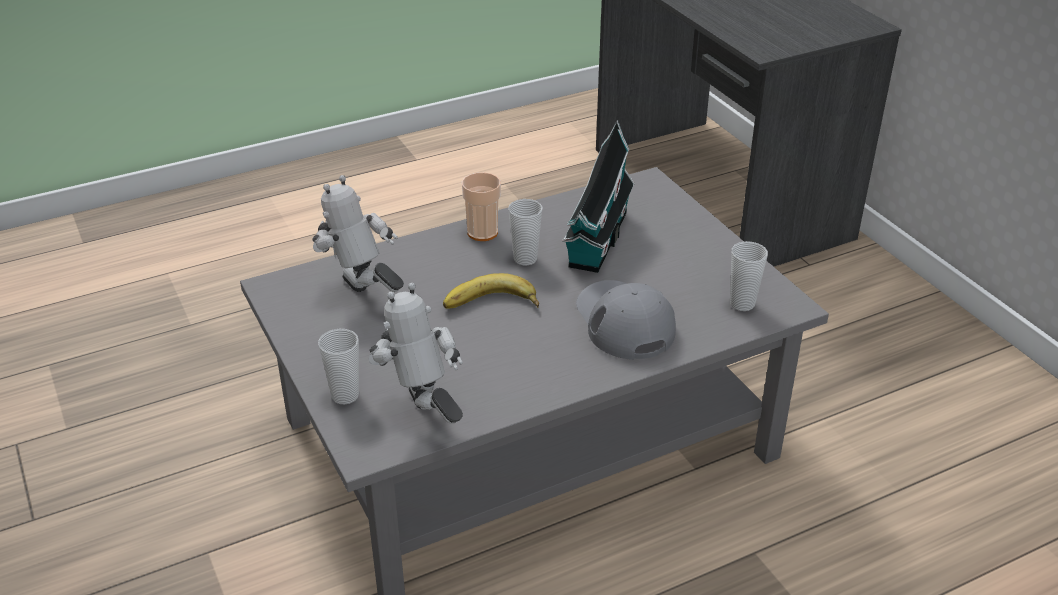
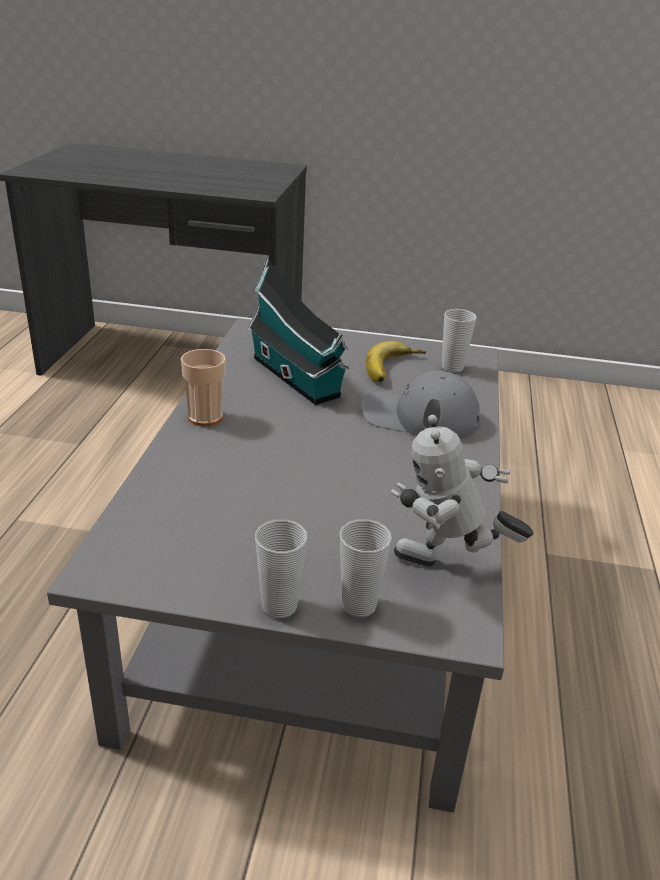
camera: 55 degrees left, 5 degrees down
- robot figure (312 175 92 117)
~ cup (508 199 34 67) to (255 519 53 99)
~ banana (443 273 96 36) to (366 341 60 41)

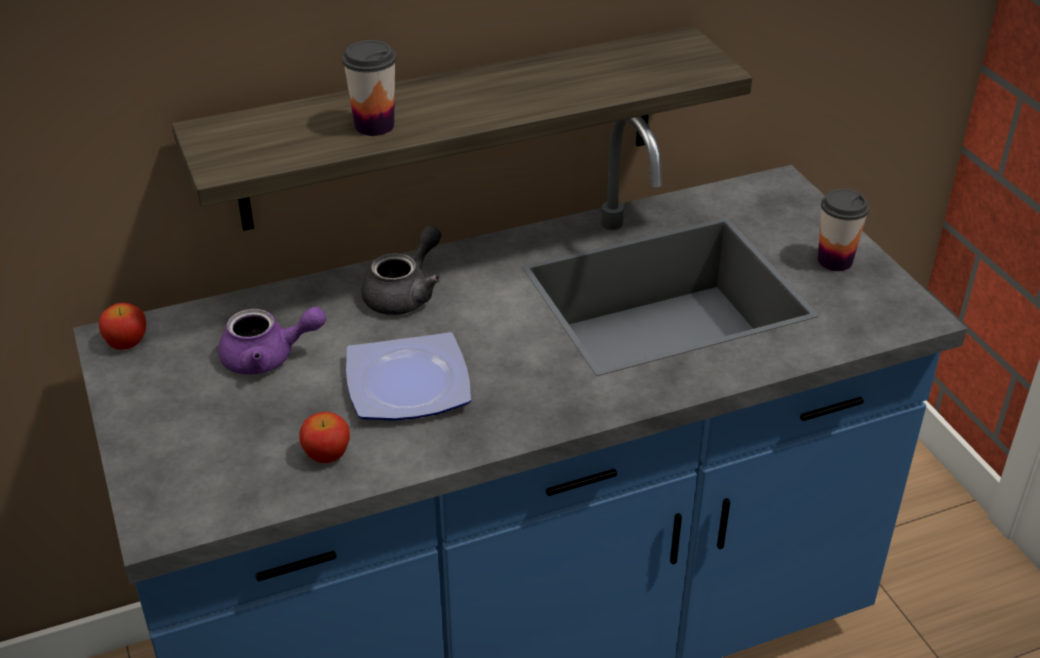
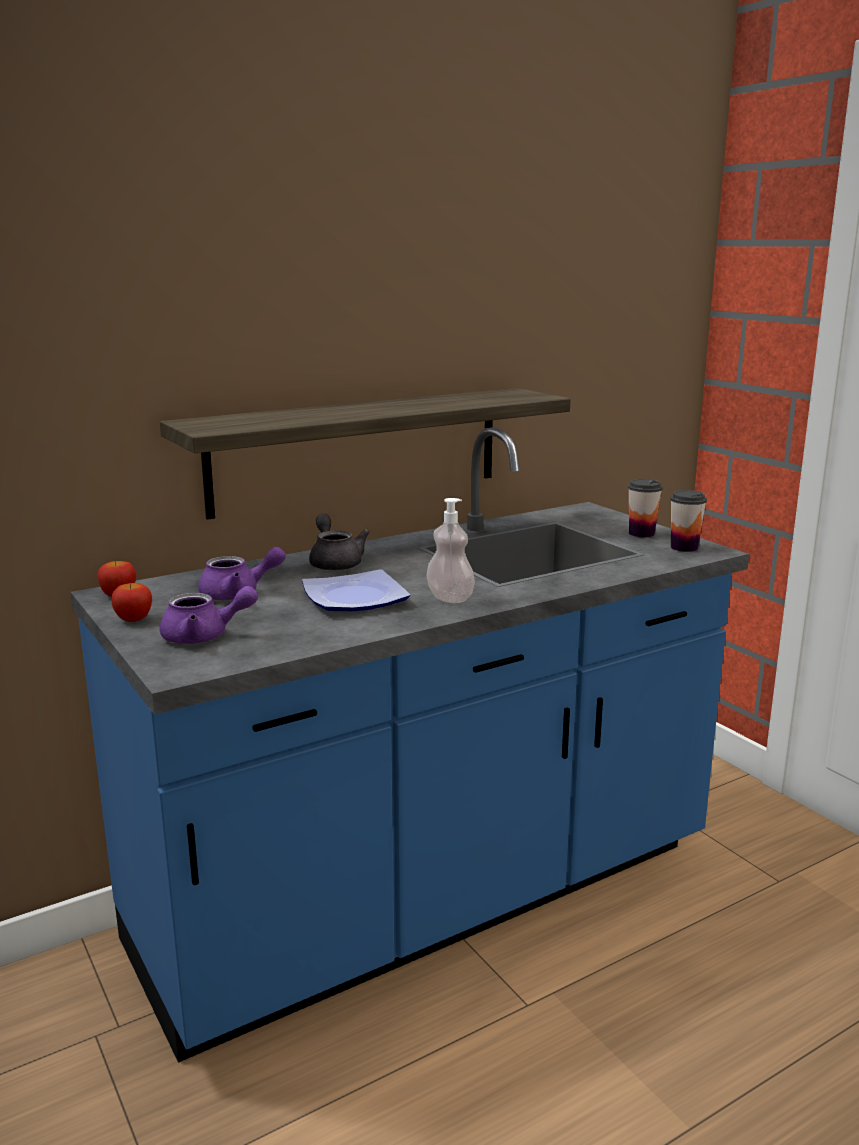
camera: 10 degrees left, 20 degrees down
~ cup (342 40 54 96) to (670 490 37 62)
~ teapot in greyish (362 225 79 90) = (309 513 61 58) 45 degrees counterclockwise
~ whole apple (299 412 51 51) to (111 583 41 39)
+ soap bottle (426 498 49 105)
+ teapot in purplish (160 586 98 58)

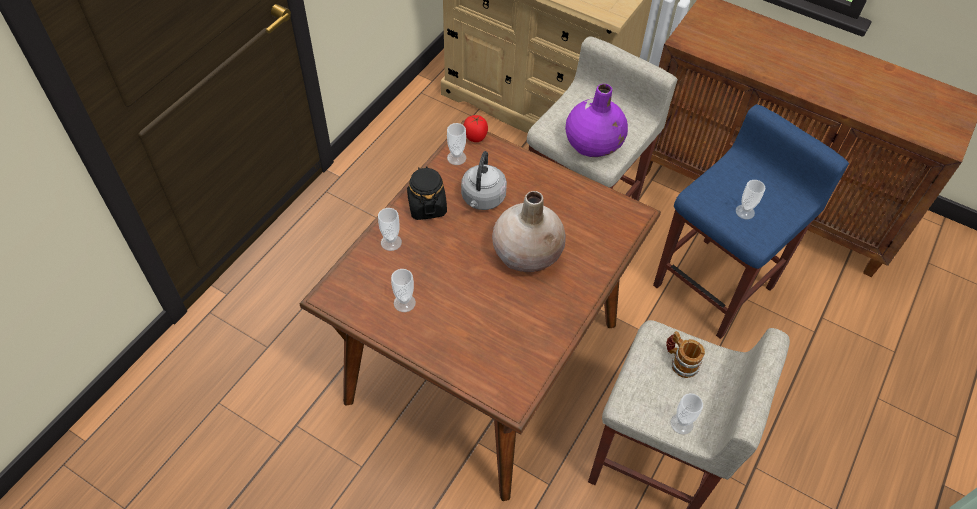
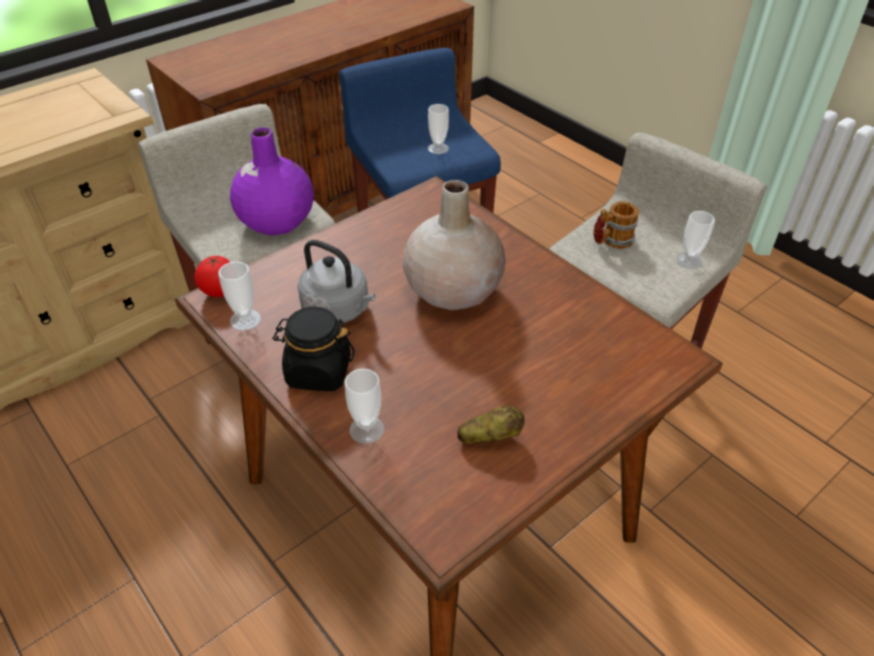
camera: 70 degrees left, 10 degrees down
~ cup (391 269 25 43) to potato (457 406 68 38)

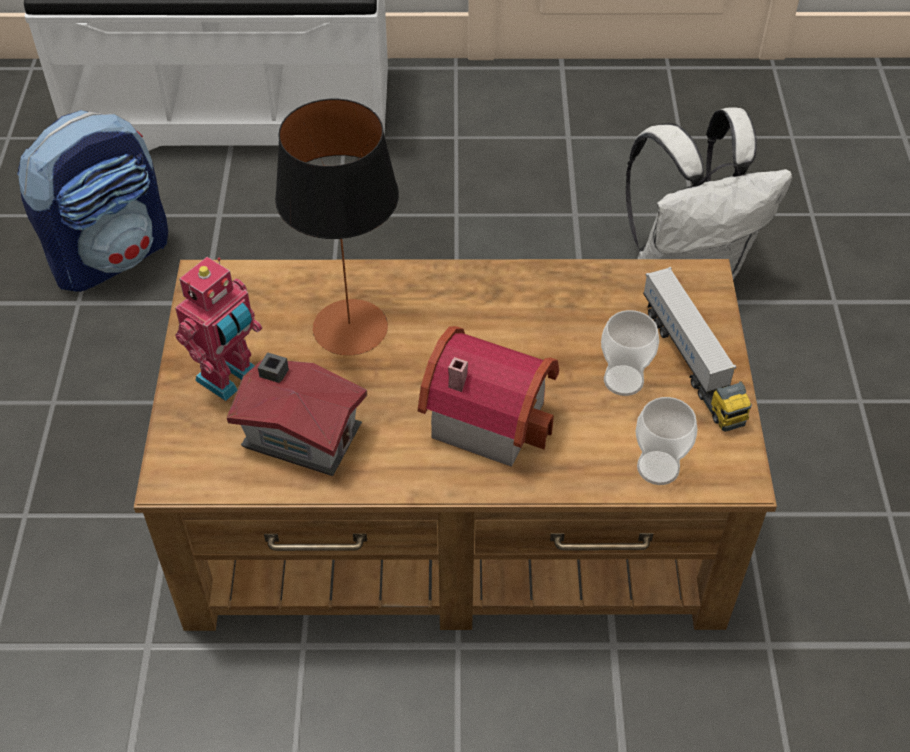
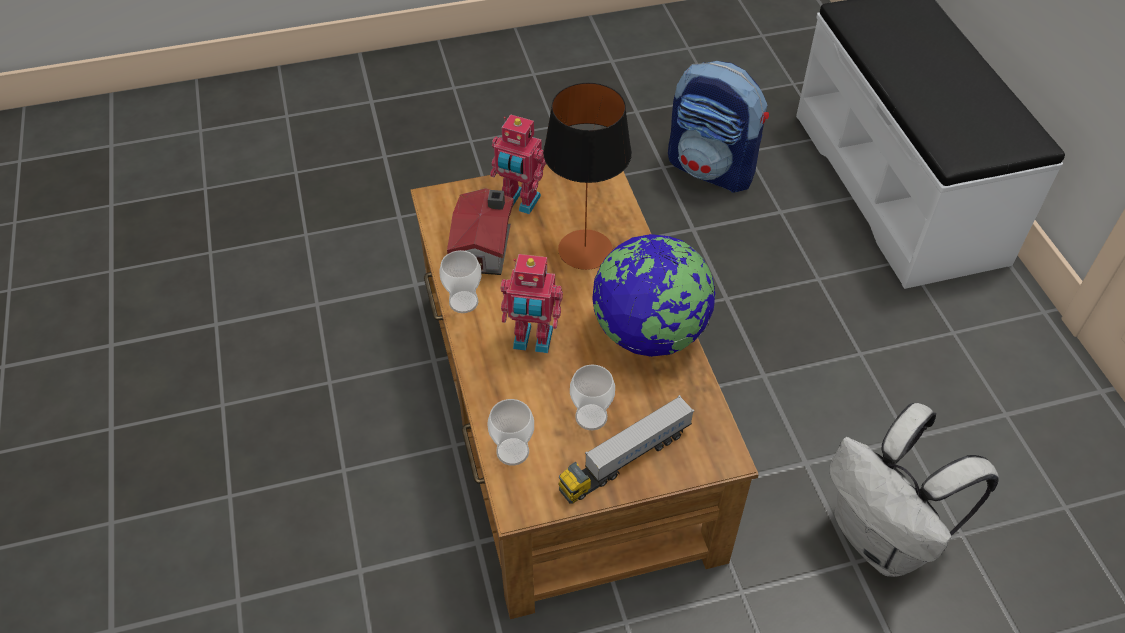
camera: 75 degrees right, 0 degrees up
~ miniature house (418 326 141 141) to robot figure (501 254 62 99)
+ world globe (592 234 123 123)
+ cup (439 250 42 63)

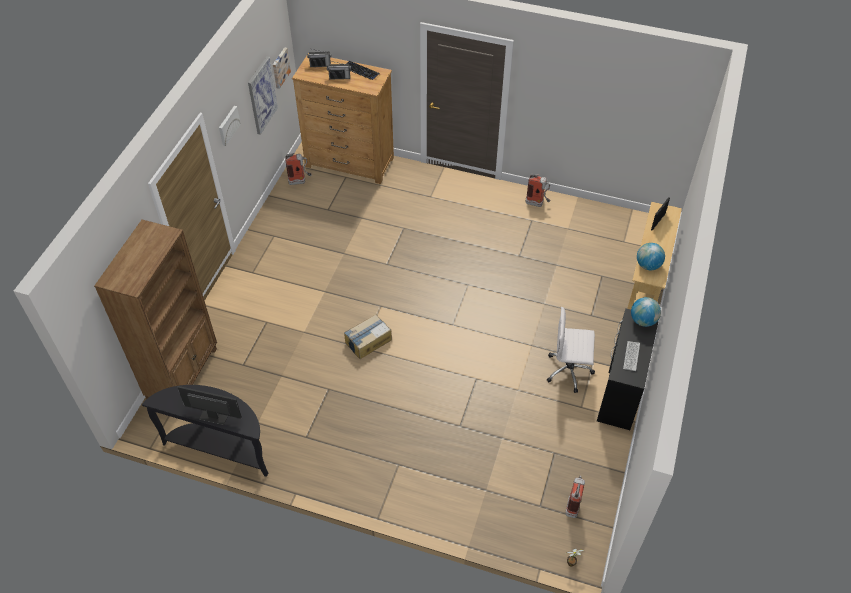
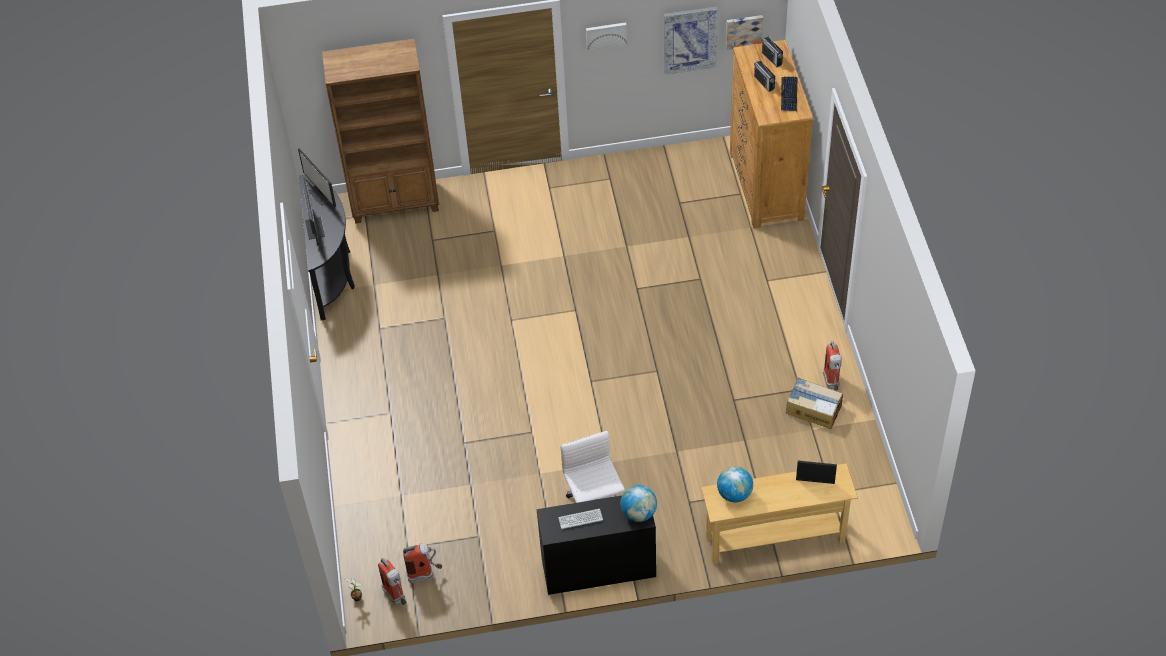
camera: 65 degrees right, 0 degrees up
~ fire-fighting cylinder (285 153 27 32) to (378 558 29 47)
~ carton (344 314 48 45) to (786 378 57 51)
+ computer display (298 148 38 59)

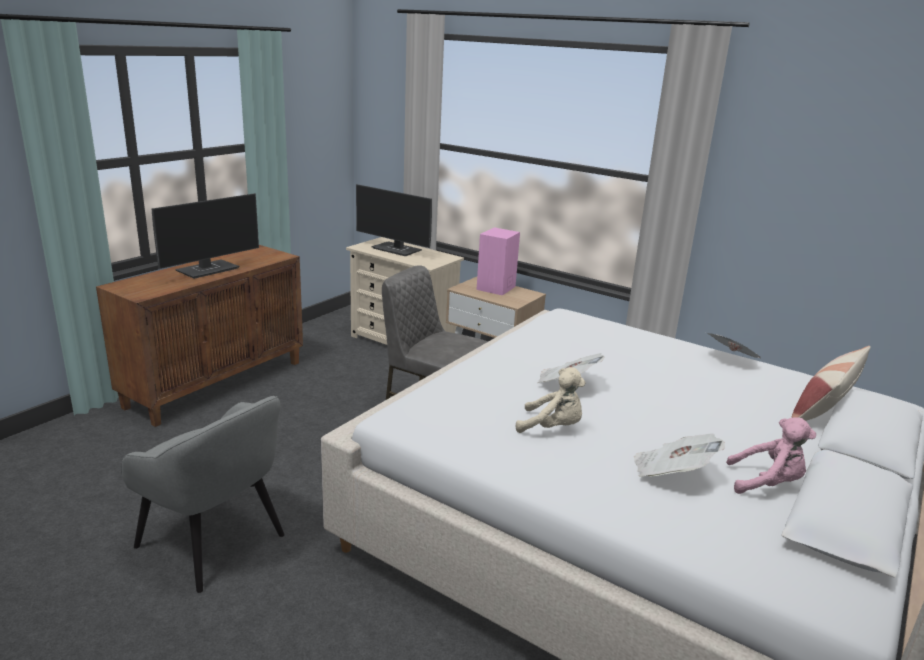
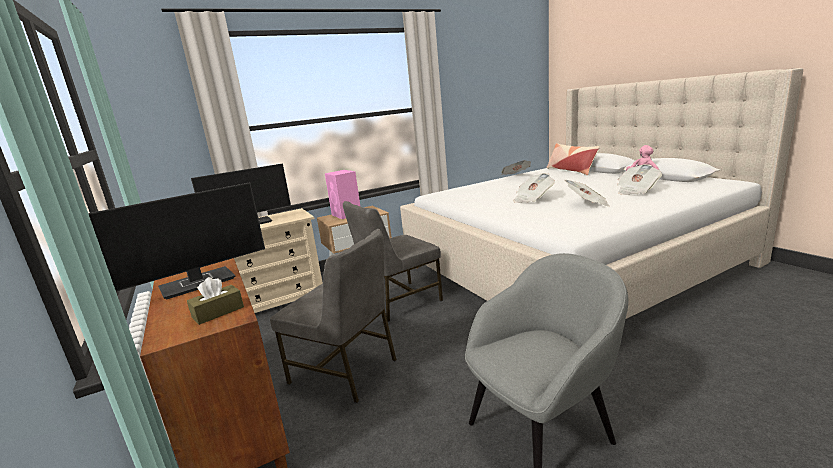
camera: 60 degrees left, 5 degrees down
~ computer display (152 193 107 86) = (88 182 177 118) 75 degrees clockwise
~ cuddly toy in beige (516 367 70 66) to newspaper (564 180 46 27)
+ chair in greyish (270 229 127 174)
+ tissue holder in brownish (187 277 57 48)

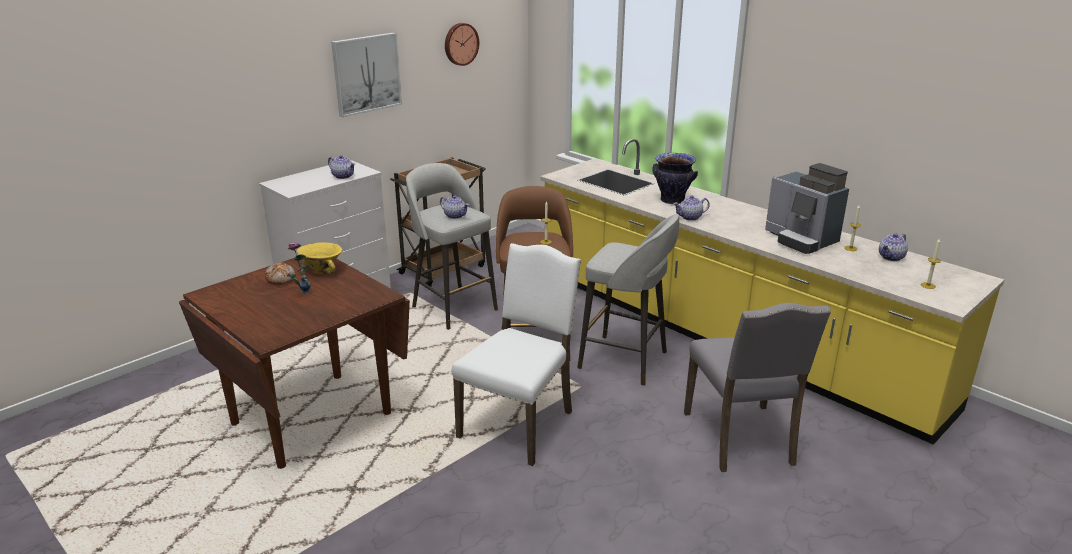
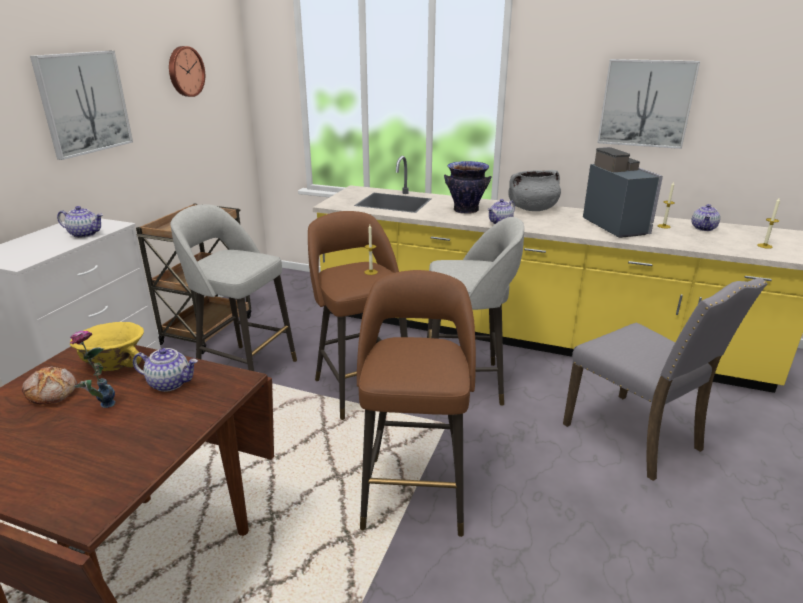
camera: 25 degrees left, 0 degrees up
~ coffee brewer (765 163 84 91) = (583 147 80 91) 135 degrees counterclockwise
~ teapot (440 195 29 24) to (133 348 65 44)
~ chair in whitish (452 243 129 223) to sitting stool in brownish (357 270 119 267)
+ picture (597 59 103 90)
+ saucepot in greyish (508 170 53 41)

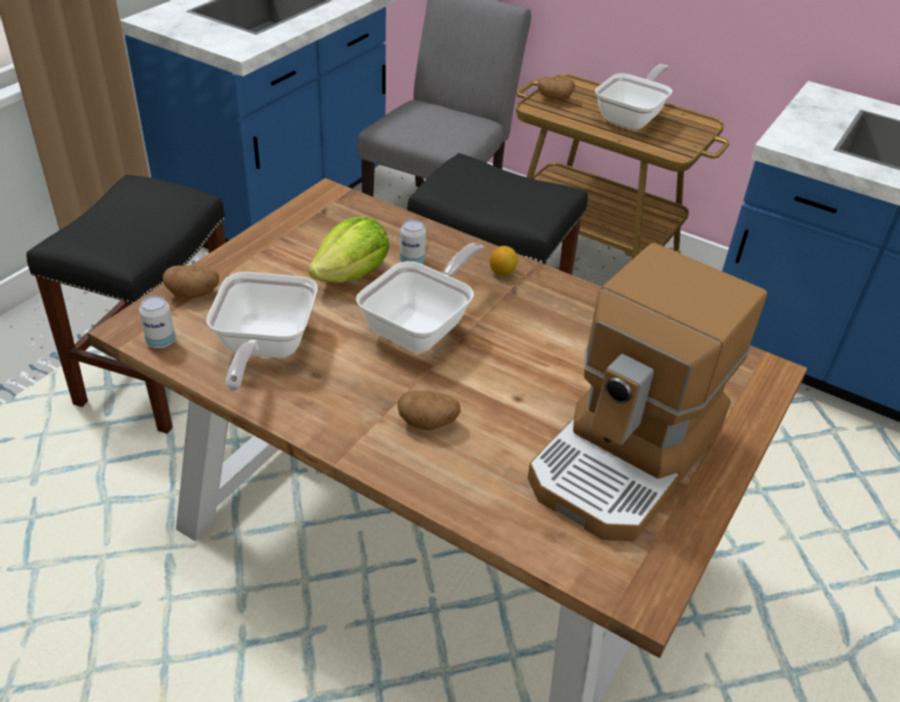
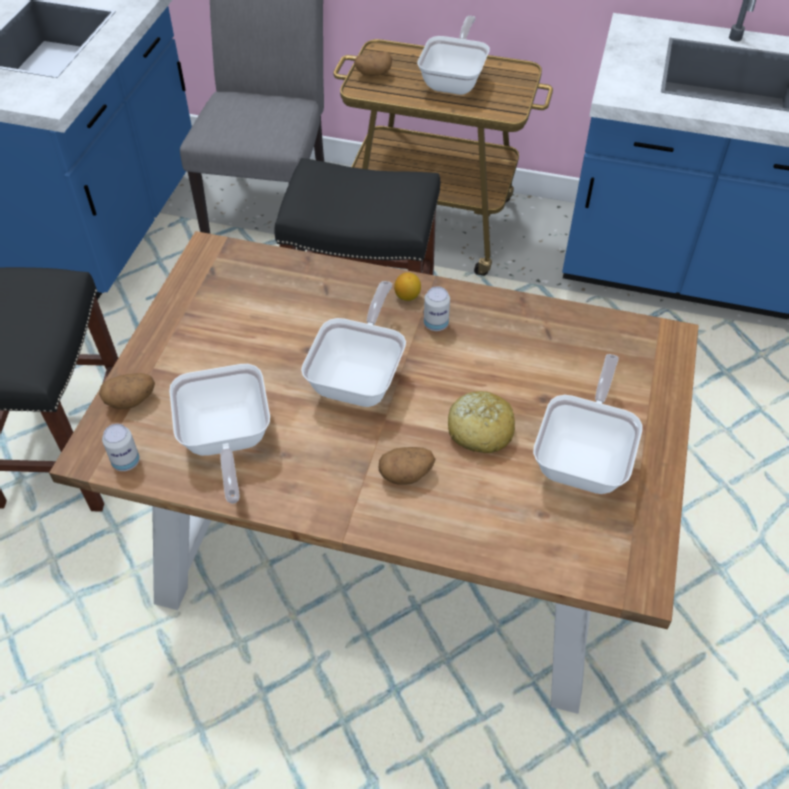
camera: 15 degrees left, 10 degrees up
- lettuce (308 216 81 67)
~ metal can (400 219 26 45) to (424 286 26 45)
~ coffee brewer (528 243 239 298) to skillet (533 354 109 140)
+ bakery bread (448 391 67 62)

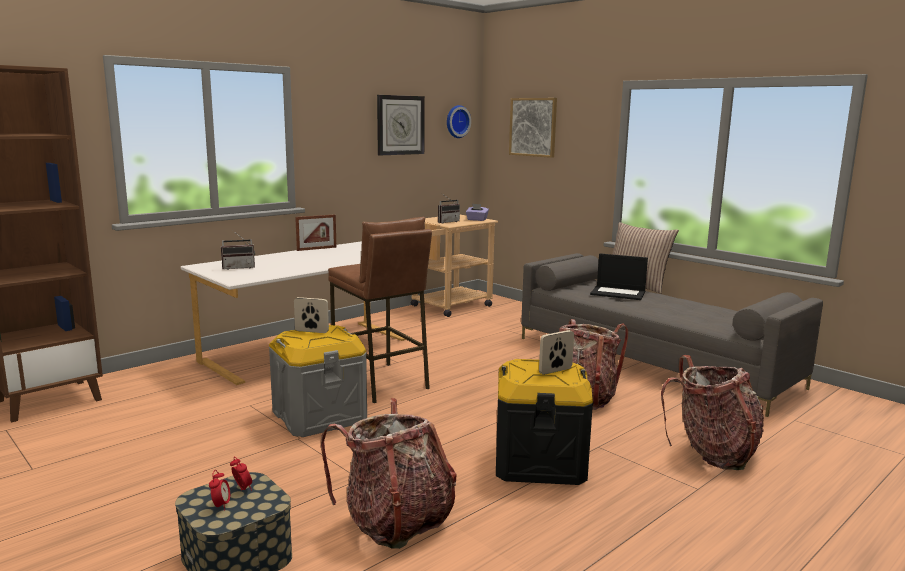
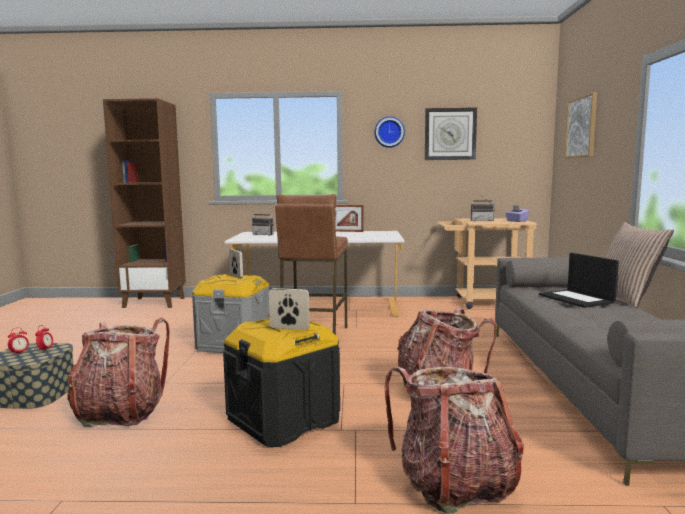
camera: 45 degrees right, 5 degrees down
~ wall clock (447 105 24 33) to (374 116 31 32)

